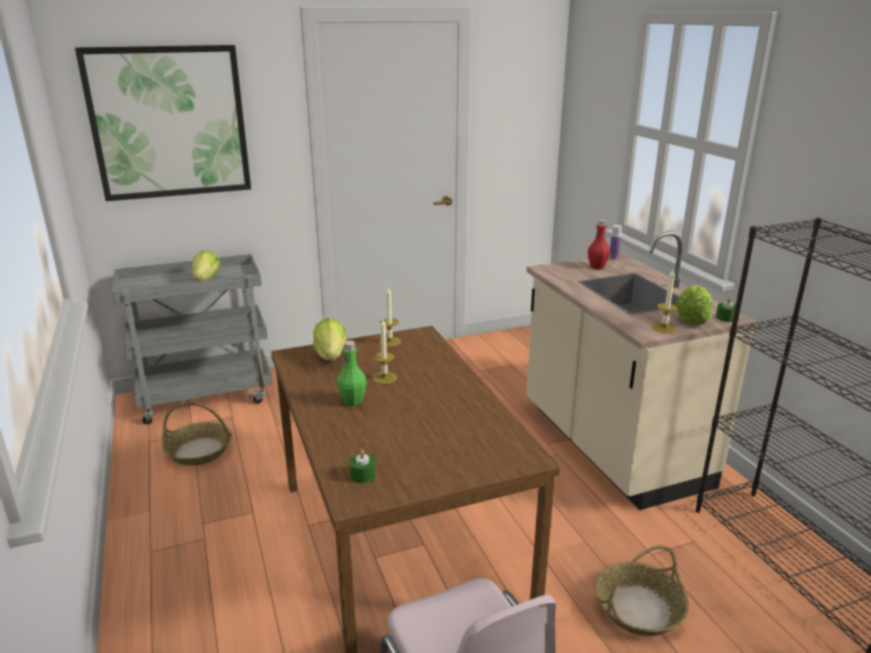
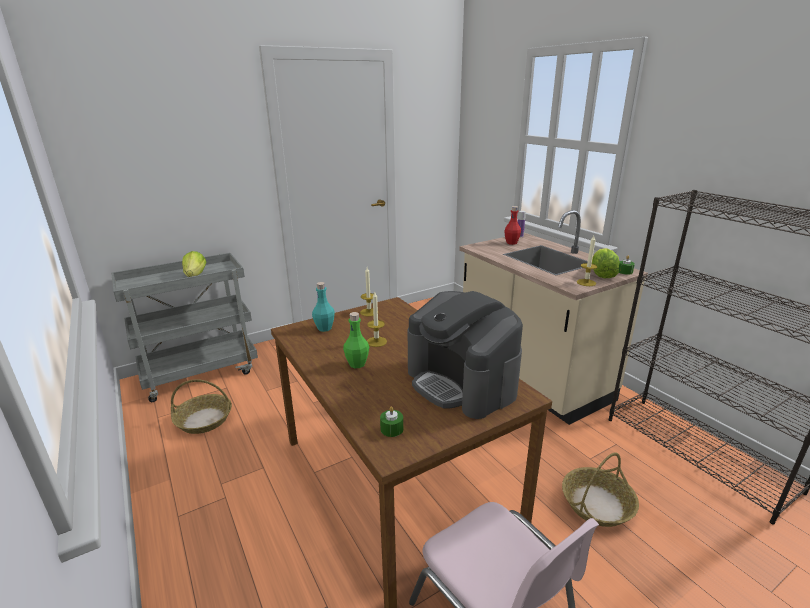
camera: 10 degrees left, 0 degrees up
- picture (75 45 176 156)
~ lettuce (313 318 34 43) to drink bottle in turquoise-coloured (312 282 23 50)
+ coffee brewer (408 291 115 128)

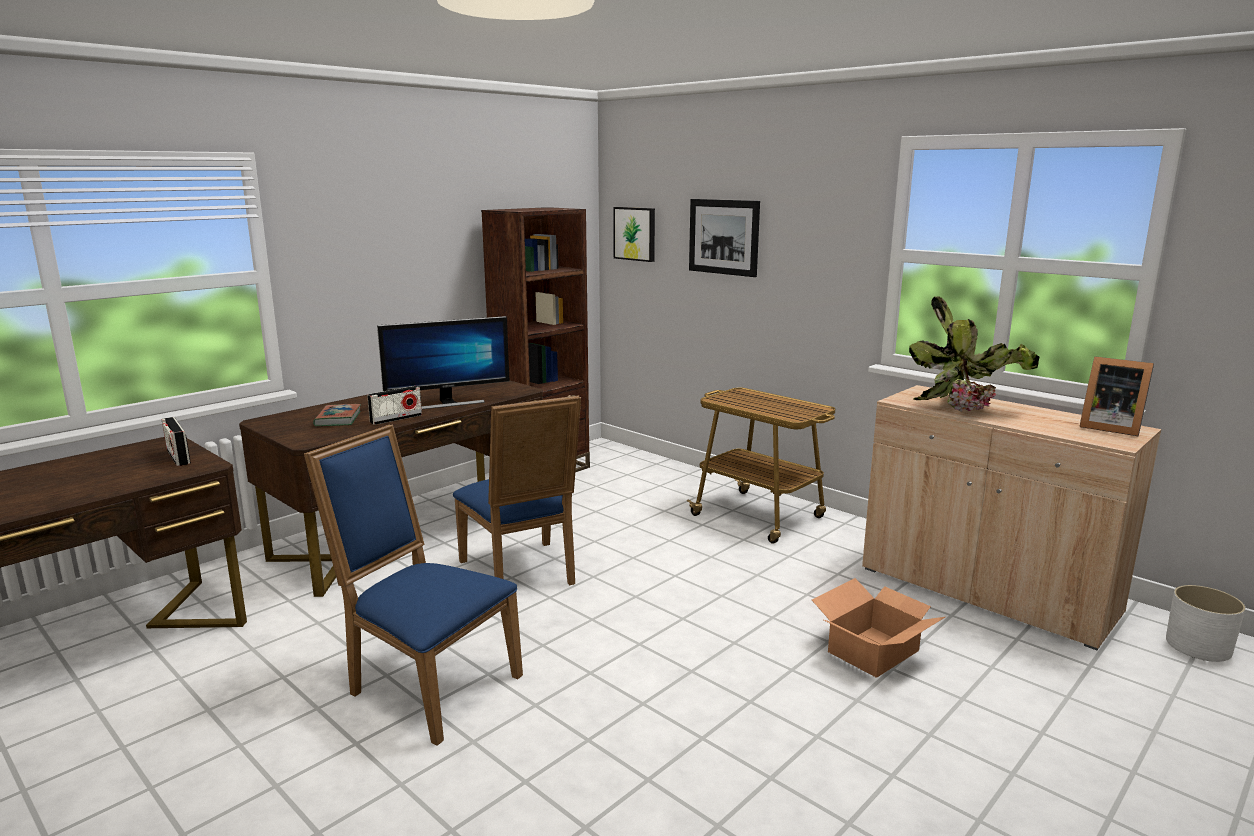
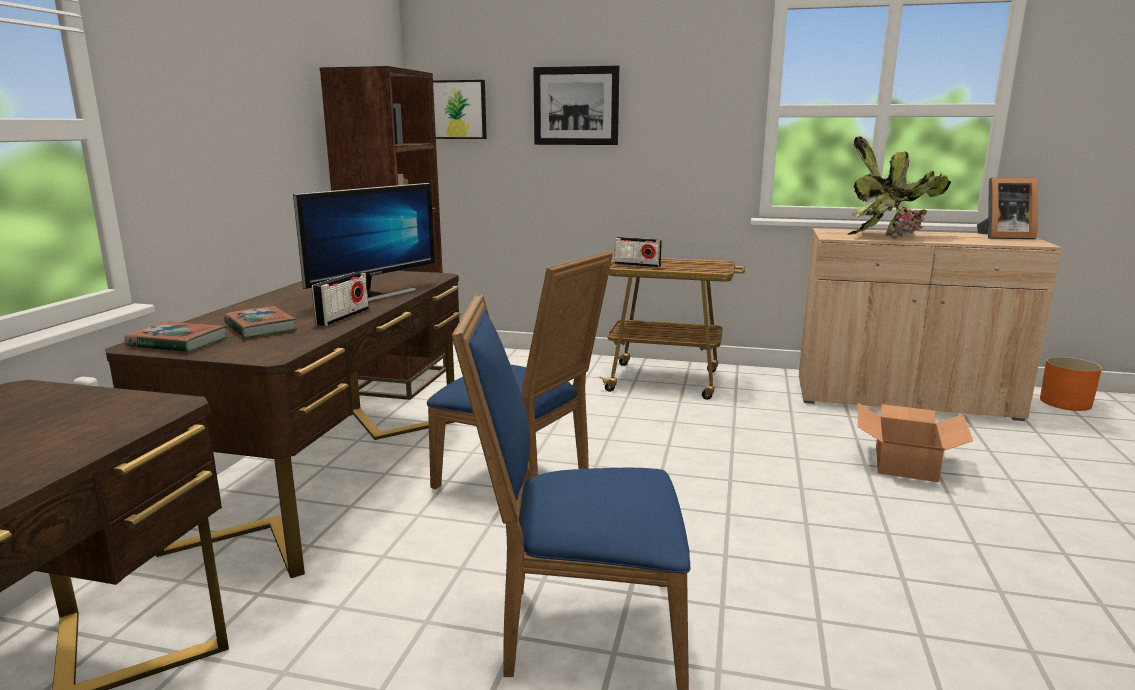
camera: 30 degrees left, 0 degrees up
~ radio receiver (162 417 29 49) to (614 237 48 30)
~ flower pot in whitish (1166 585 79 77) to flower pot in orange-coloured (1040 357 62 54)
+ bound book (124 321 103 31)

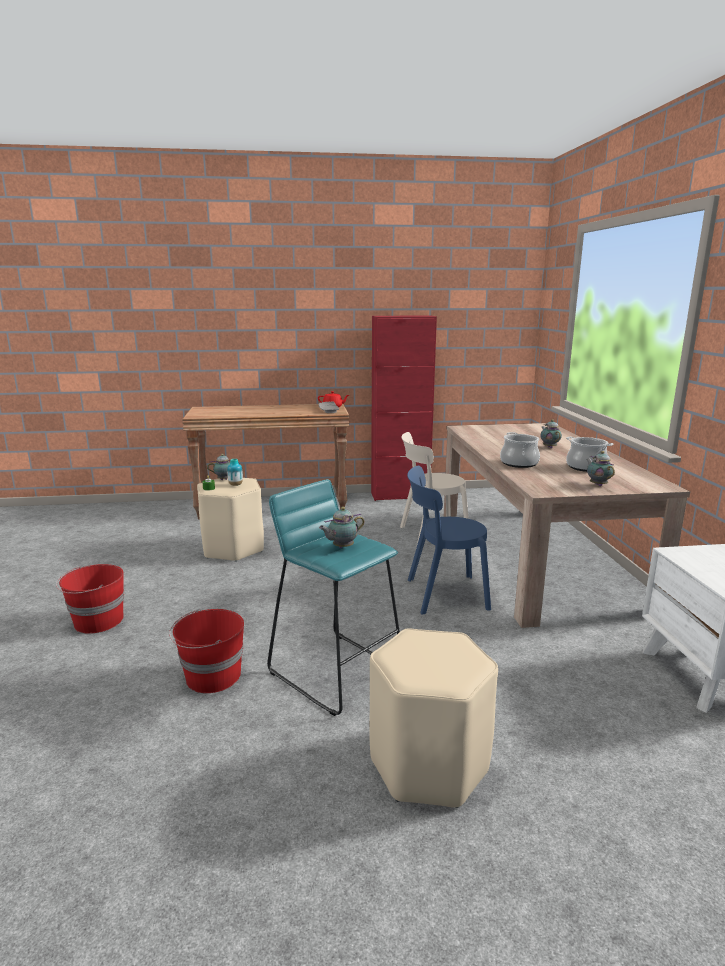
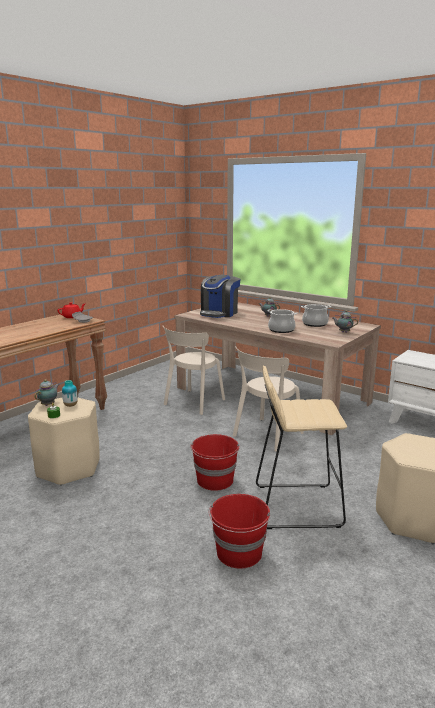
camera: 45 degrees left, 0 degrees up
- cupboard in red-coloured (371 315 66 186)
~ chair in bluish (407 466 84 149) to chair in beige (233 346 71 106)
~ sitting stool in turquoise-coloured (267 479 133 237) to sitting stool in beige (256 366 91 163)
- teapot (319 507 46 41)
~ bucket in red-coloured (56 564 68 70) to (190 434 50 57)
+ coffee brewer (200 274 40 44)

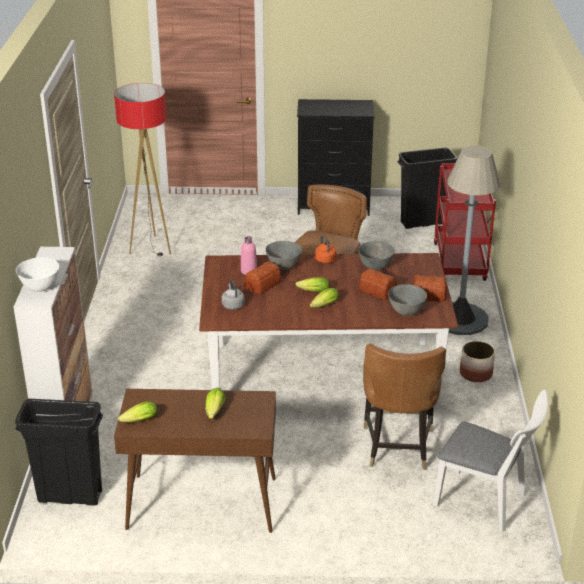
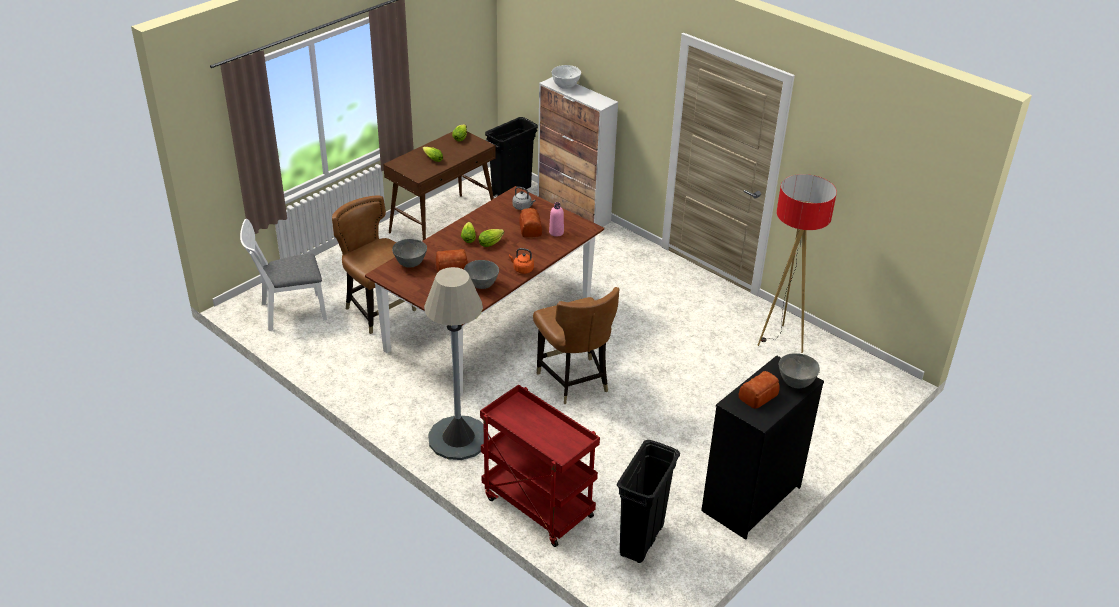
camera: 130 degrees right, 5 degrees up
~ deep dish in greyish (266 241 36 28) to (778 353 42 35)
~ bakery bread (413 275 34 27) to (739 371 41 38)
- flower pot (460 341 35 41)

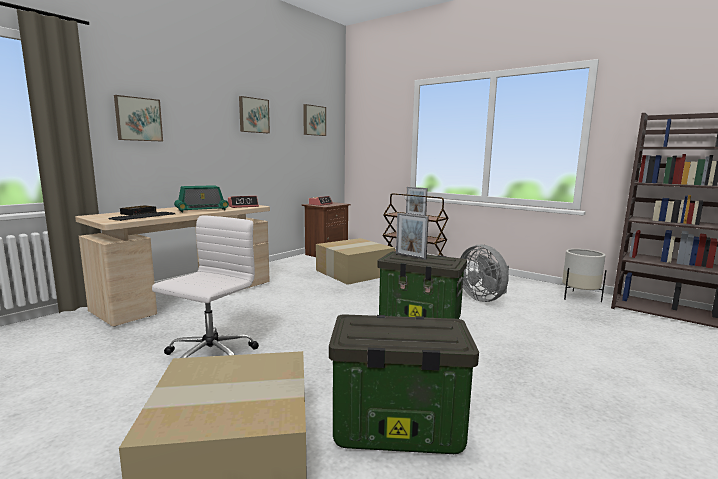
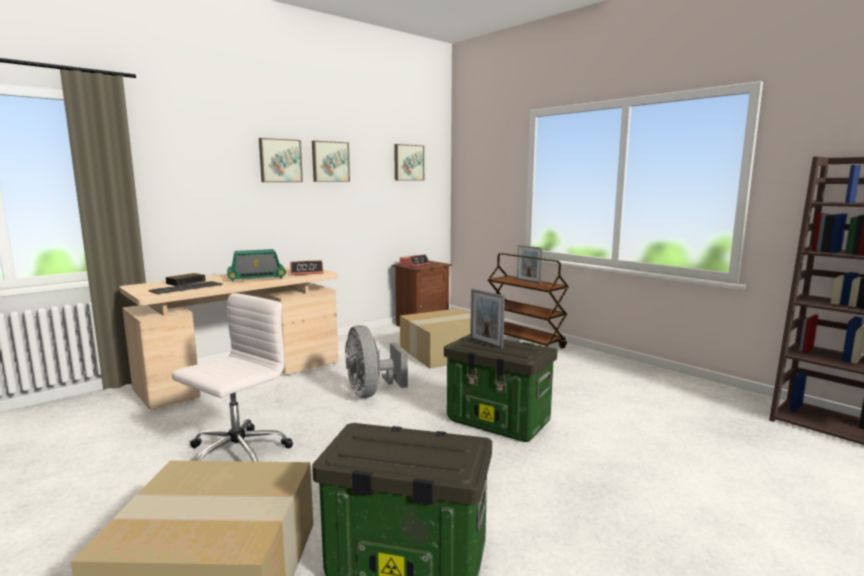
camera: 10 degrees right, 0 degrees up
~ picture (114 95 49 46) to (259 138 44 44)
~ cooling fan in greyish (461 245 48 57) to (345 325 63 73)
- flower pot in whitish (562 249 45 53)

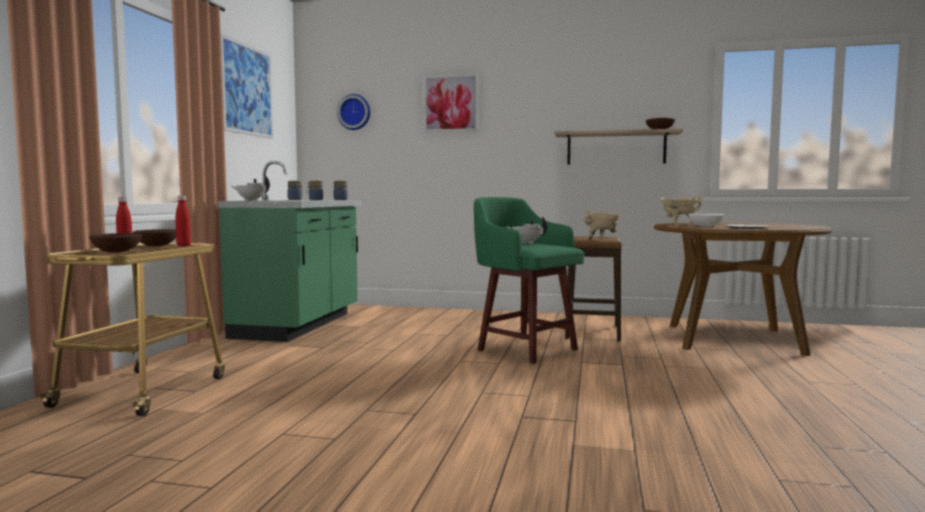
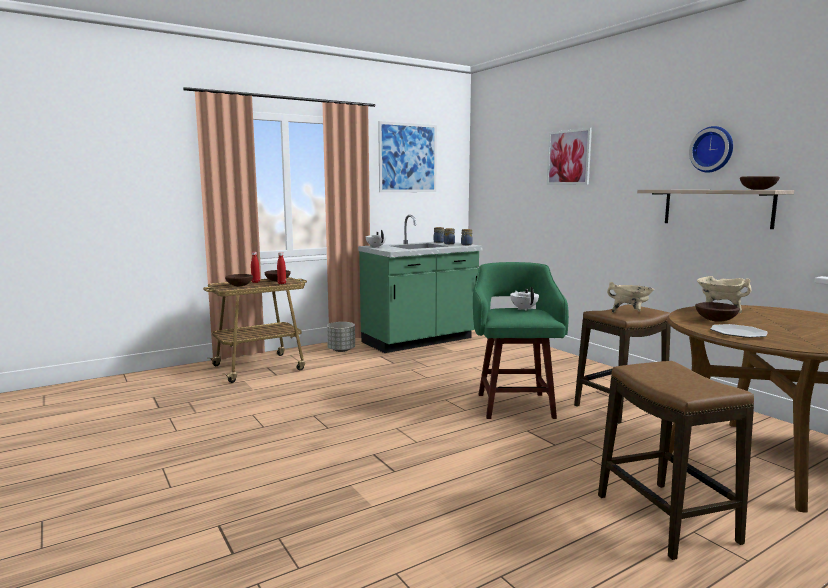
camera: 45 degrees right, 5 degrees up
~ wall clock (337 94 33 36) to (689 126 44 47)
~ deep dish in whitish (688 213 36 14) to deep dish in brownish (695 302 45 20)
+ flower pot in greyish (327 322 28 30)
+ sitting stool (598 361 156 199)

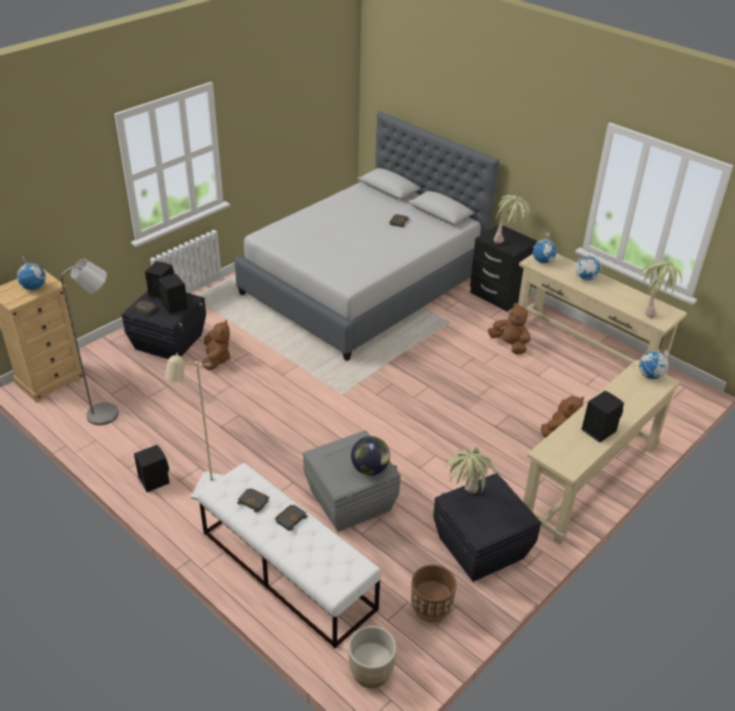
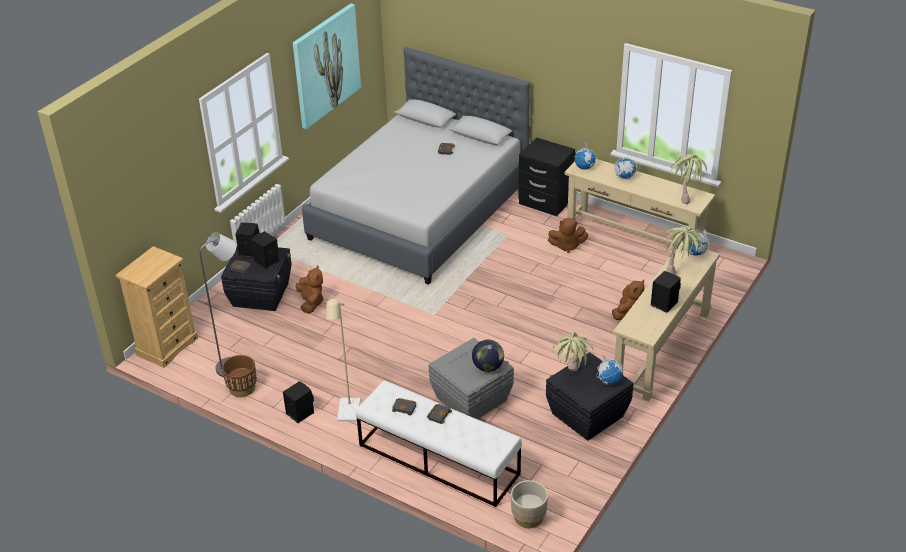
camera: 10 degrees left, 0 degrees up
~ potted plant (494 195 38 49) to (665 226 37 49)
~ world globe (16 256 30 34) to (596 355 27 30)
~ cuddly toy in brownish (488 303 43 51) = (548 218 40 35) 150 degrees clockwise
~ flower pot in brownish (411 565 45 58) to (222 355 35 42)
+ picture (293 3 68 127)

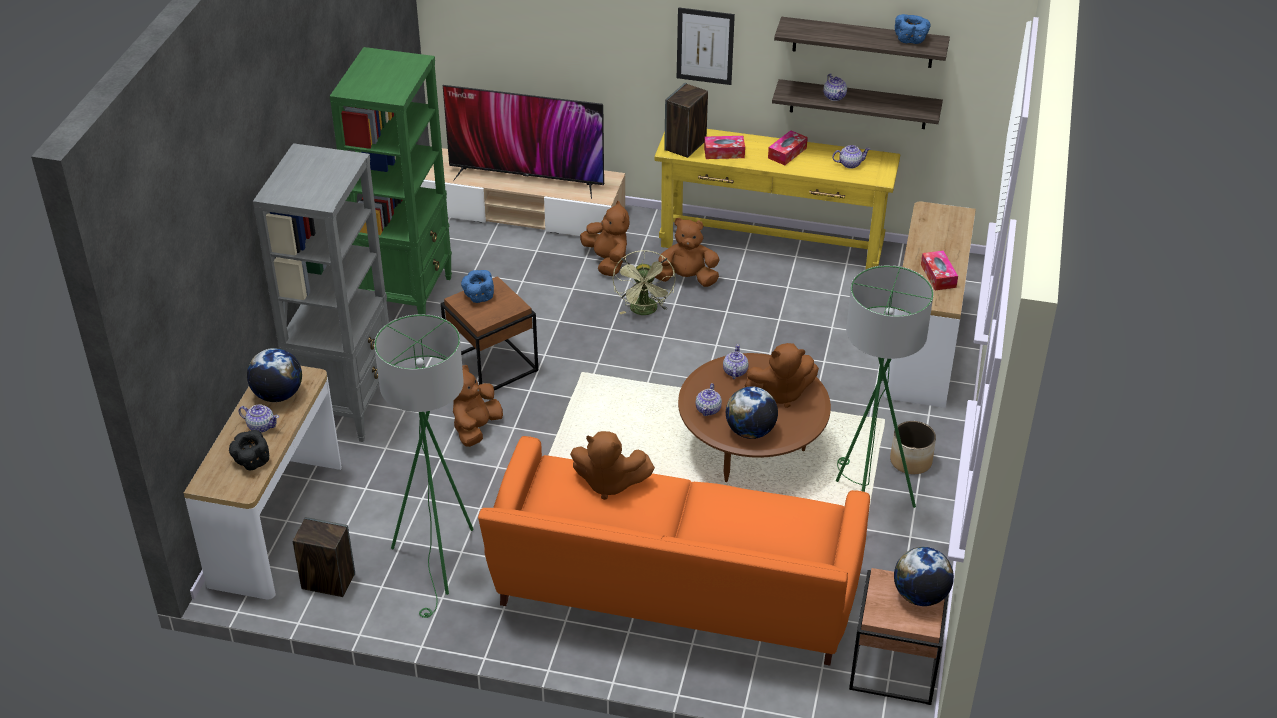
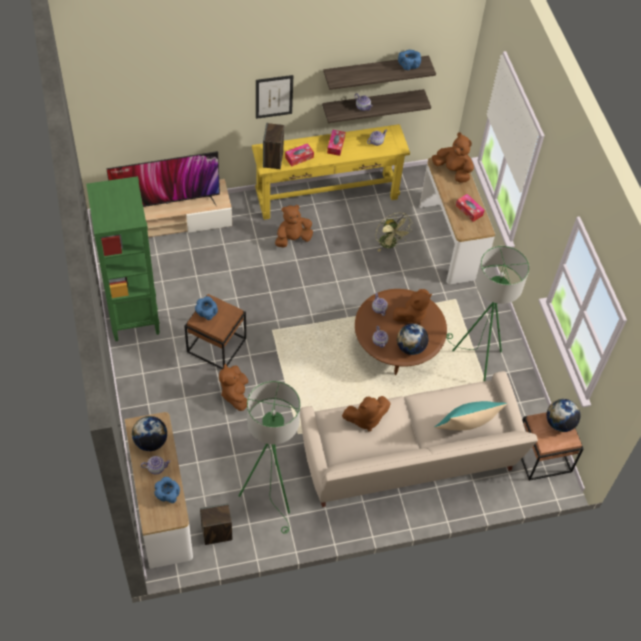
camera: 30 degrees left, 15 degrees up
- shelving unit in greyish (253 143 136 299)
~ cuddly toy in brownish (580 201 50 75) to (432 132 42 51)
~ cooling fan in green (612 250 63 65) to (376 213 37 39)
- flower pot (890 421 46 53)
~ deep dish in black-coloured (229 430 40 40) to deep dish in bluish (154 477 26 26)
~ settee in orange-coloured (478 436 392 230) to settee in beige (300 371 238 136)
+ pillow in turquoise-coloured (434 401 73 29)

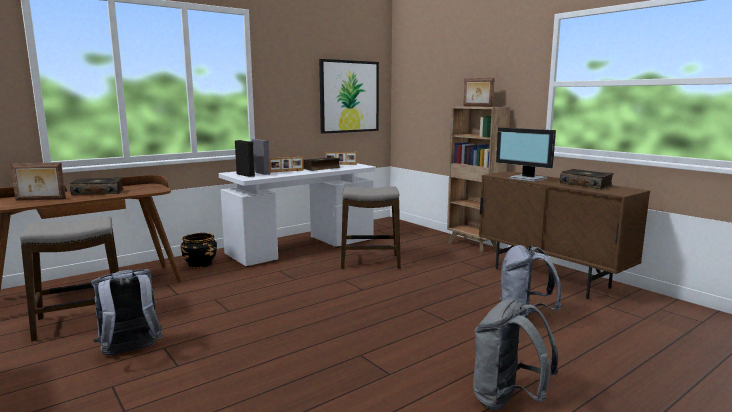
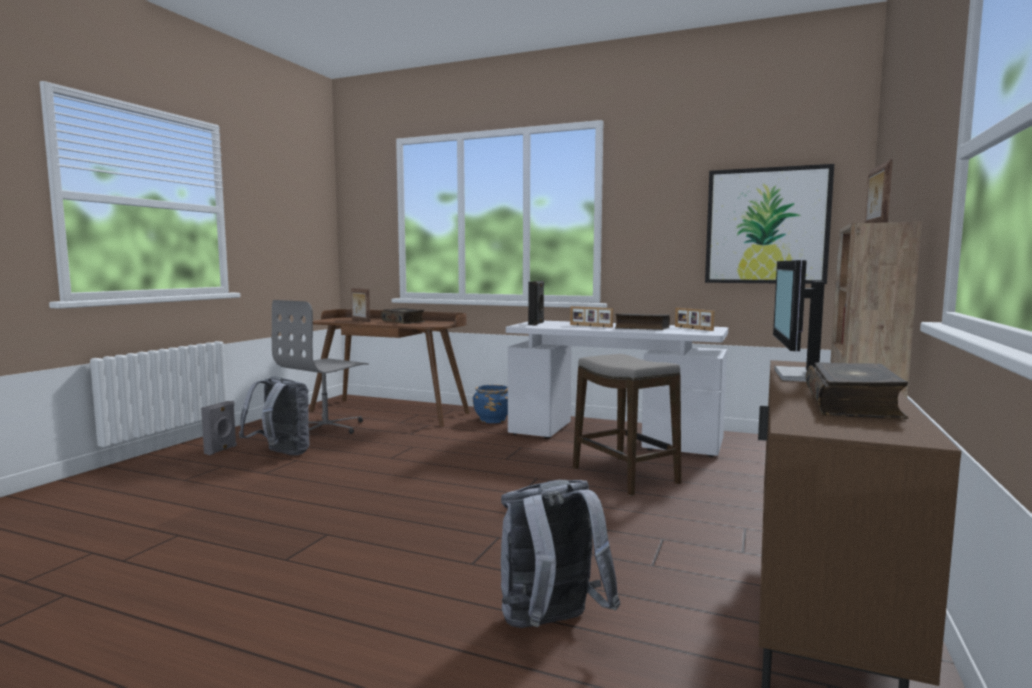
camera: 60 degrees right, 5 degrees down
~ audio speaker in greyish (252 139 18 36) to (201 401 36 54)
~ sitting stool (20 216 99 126) to computer chair in greyish (272 300 97 134)
~ flower pot in black-coloured (181 233 36 35) to flower pot in bluish (473 385 35 38)
- rucksack in greyish (473 299 85 111)

